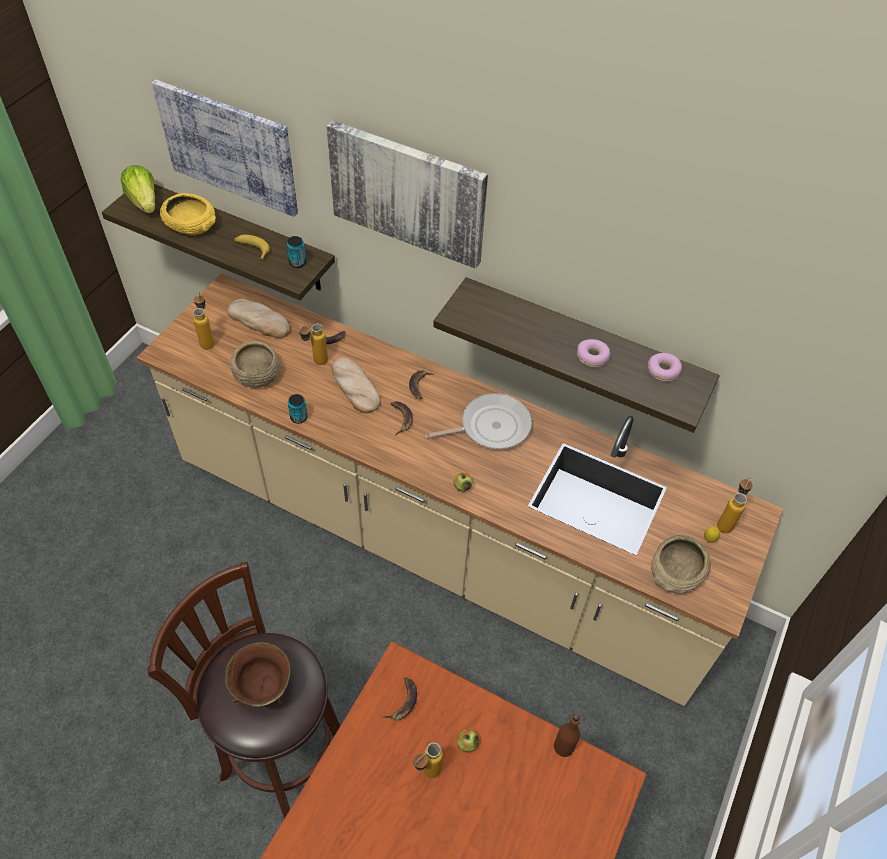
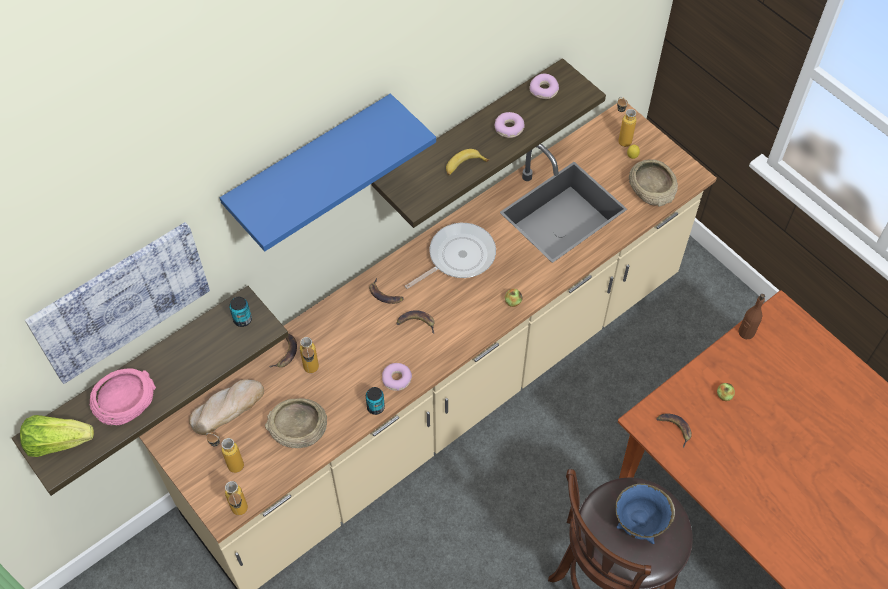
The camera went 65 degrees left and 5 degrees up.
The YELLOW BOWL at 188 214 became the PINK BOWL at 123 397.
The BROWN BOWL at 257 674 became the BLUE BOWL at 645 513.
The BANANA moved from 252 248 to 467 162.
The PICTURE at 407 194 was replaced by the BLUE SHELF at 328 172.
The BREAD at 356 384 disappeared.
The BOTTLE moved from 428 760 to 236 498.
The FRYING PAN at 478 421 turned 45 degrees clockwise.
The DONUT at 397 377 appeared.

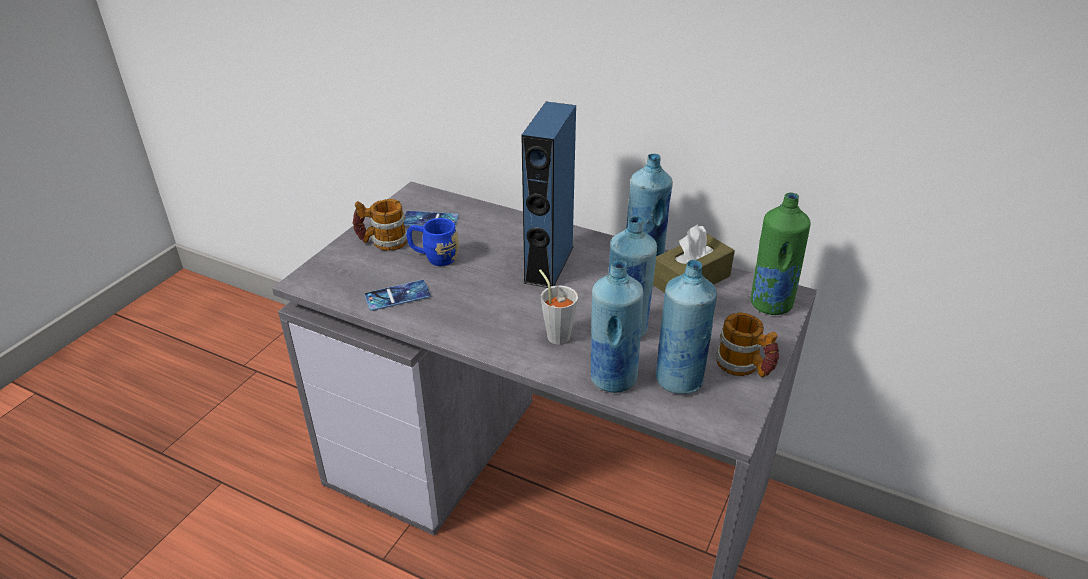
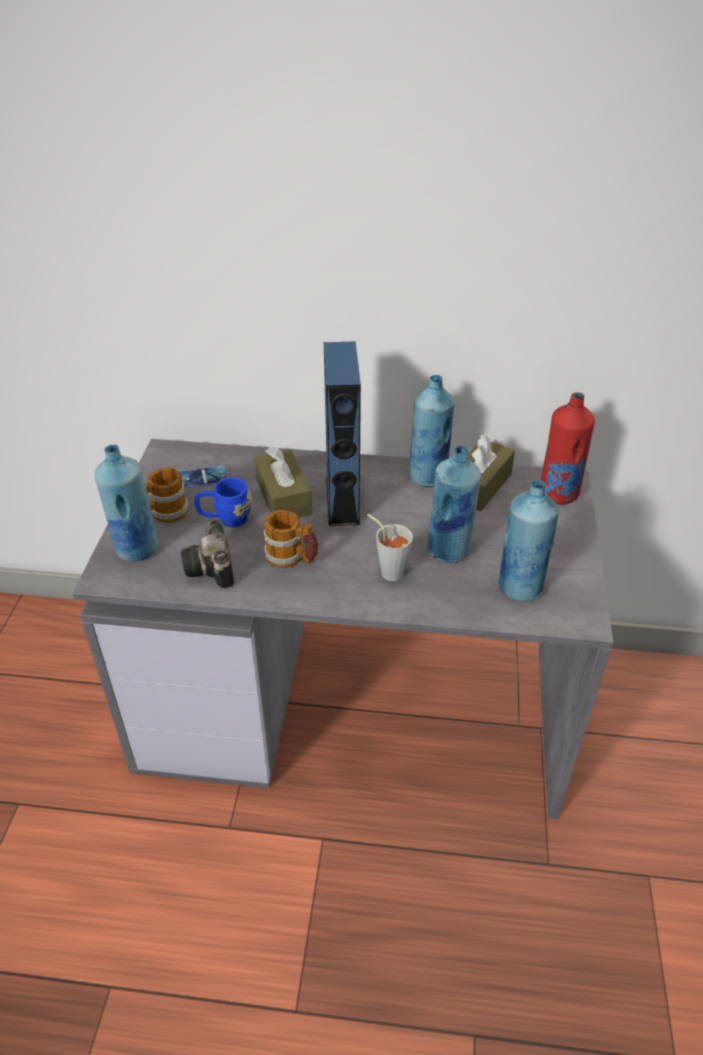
The camera went 20 degrees left and 5 degrees up.
The PHONE at 398 295 was replaced by the PHOTO CAMERA at 207 554.
The BLUE BOTTLE moved from 617 326 to 126 503.
The MUG moved from 747 345 to 291 539.
The GREEN BOTTLE at 781 254 became the RED BOTTLE at 568 448.
The BROWN TISSUE BOX at 283 482 appeared.

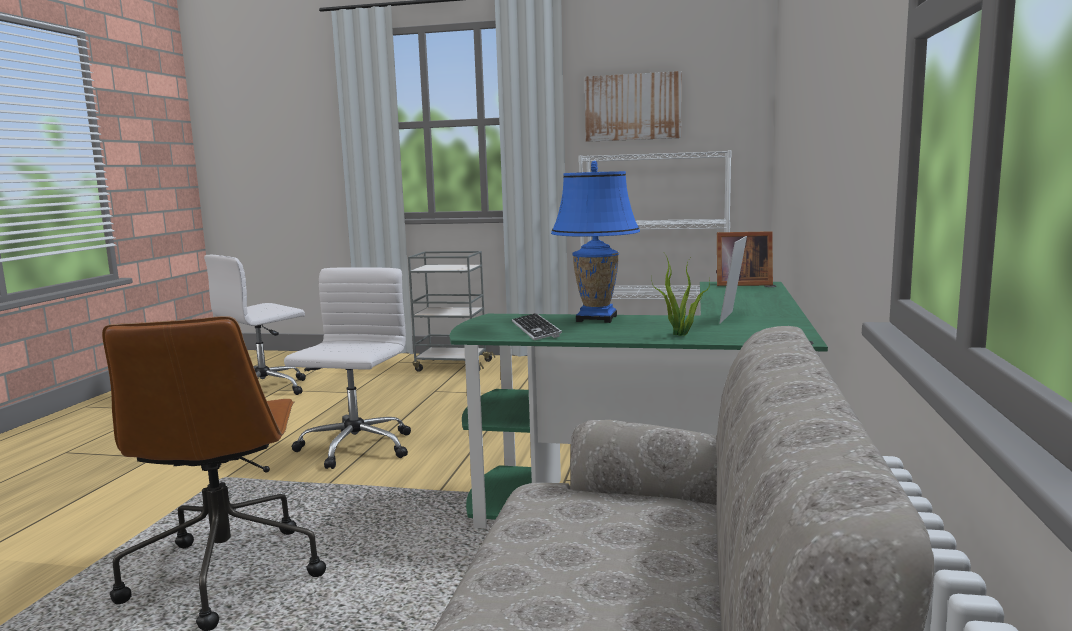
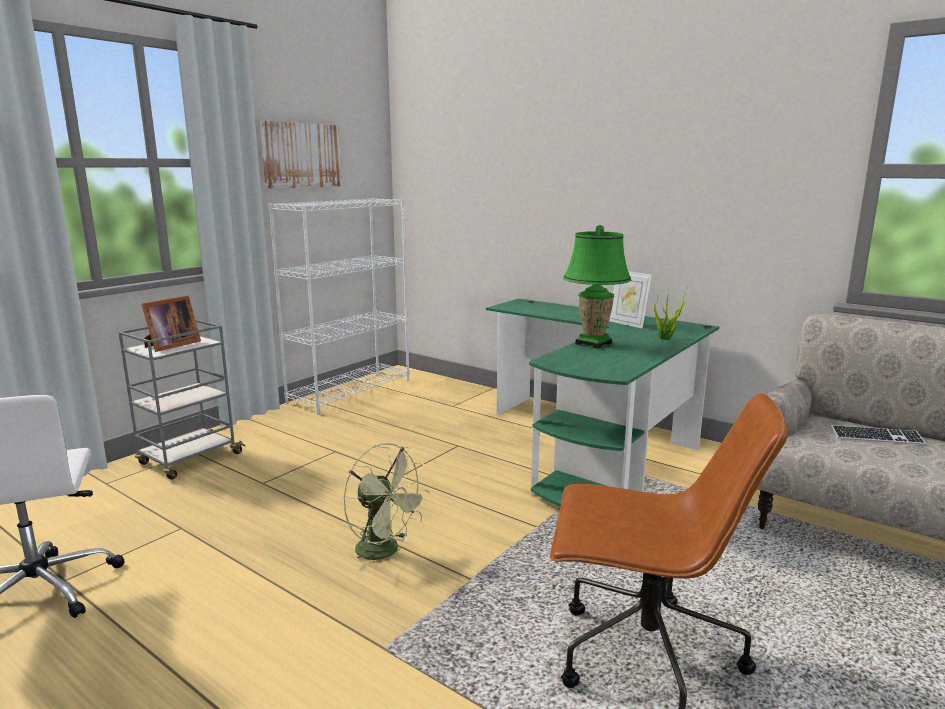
The camera went 65 degrees left and 5 degrees up.
The WHITE OFFICE CHAIR at 347 368 was replaced by the GREEN FAN at 386 507.
The KEYBOARD moved from 537 326 to 878 435.
The BLUE TABLE LAMP at 595 242 became the GREEN TABLE LAMP at 597 287.
The PICTURE FRAME moved from 744 258 to 171 324.

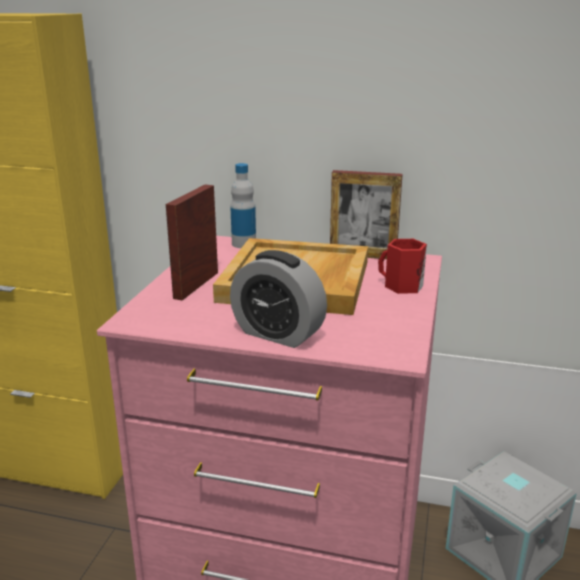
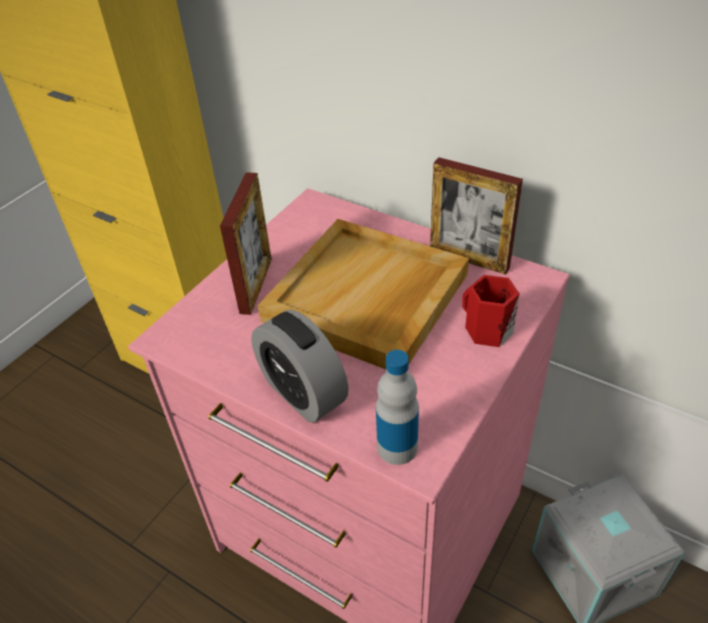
The camera went 20 degrees right and 20 degrees up.
The PICTURE FRAME at 192 242 turned 150 degrees clockwise.
The BOTTLE moved from 243 205 to 397 407.

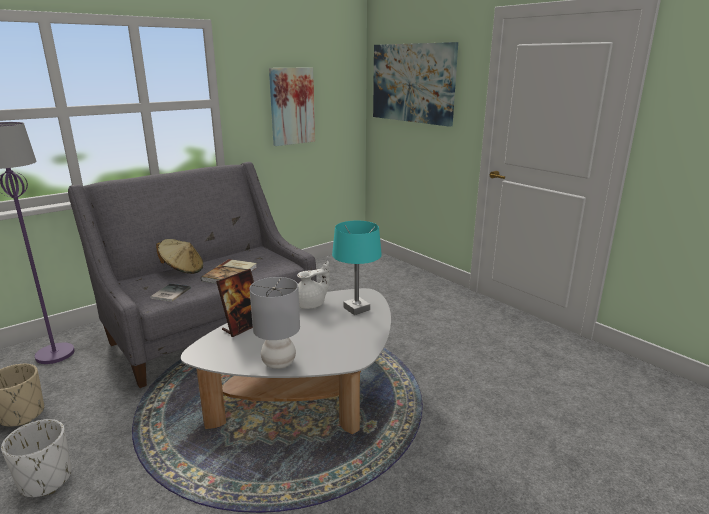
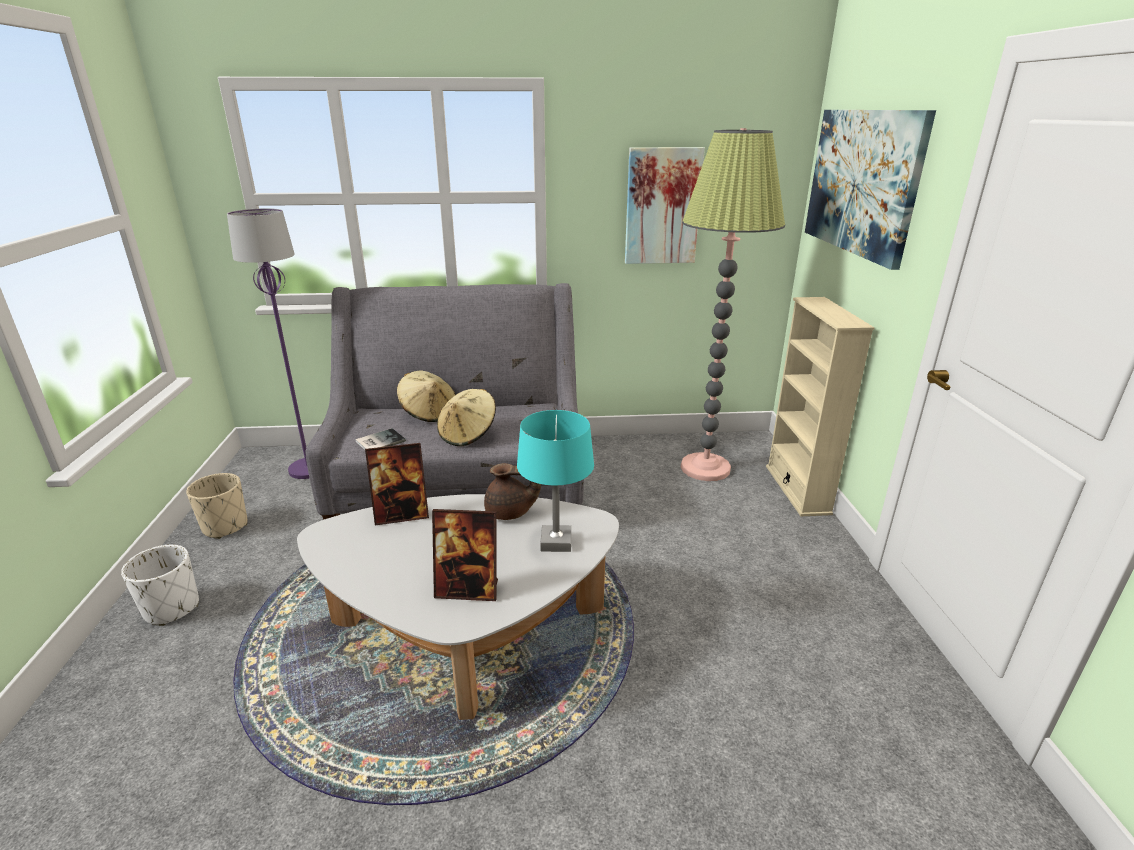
The camera went 35 degrees right and 5 degrees up.
The BOOK at 229 271 was replaced by the BEIGE HAT at 466 417.
The GREY TABLE LAMP at 274 323 disappeared.
The WHITE TEAPOT at 313 285 became the BROWN TEAPOT at 512 491.
The PICTURE FRAME at 465 555 appeared.
The FLOOR LAMP at 733 304 appeared.
The BEIGE BOOKCASE at 820 406 appeared.

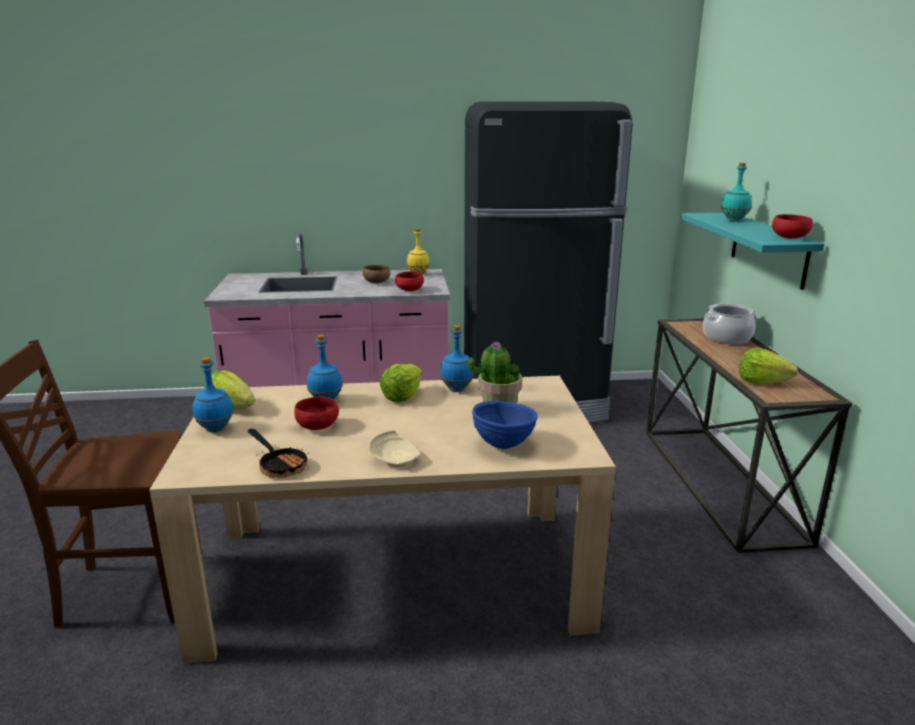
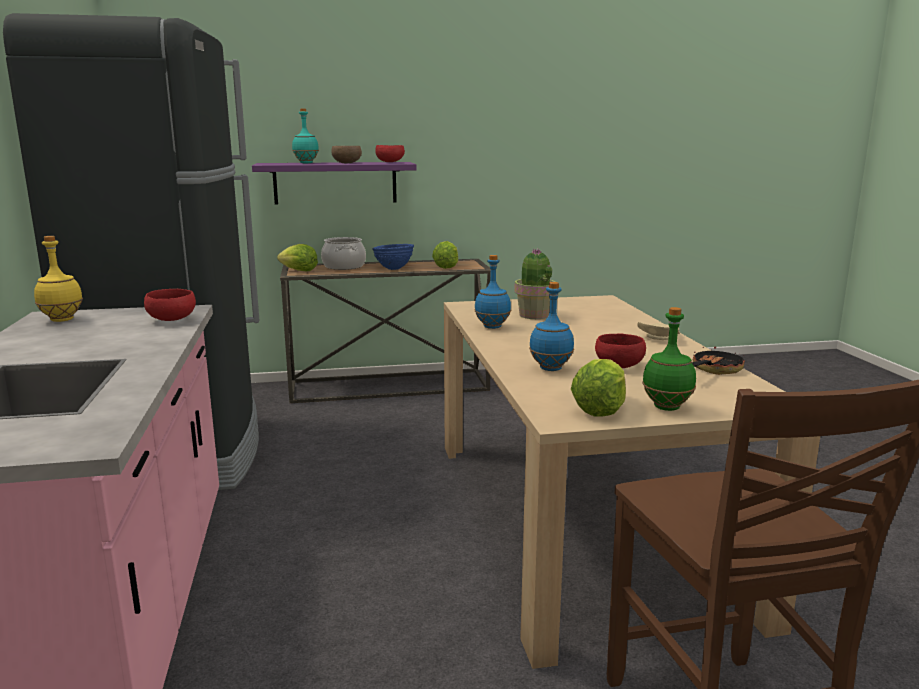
The camera went 95 degrees left and 5 degrees down.
The BLUE BOTTLE at 213 395 became the GREEN BOTTLE at 669 359.
The BROWN BOWL moved from 376 274 to 346 155.
The LETTUCE moved from 401 383 to 297 258.
The BLUE BOWL moved from 505 425 to 393 257.
The TURQUOISE SHELF at 752 251 became the PURPLE SHELF at 334 183.

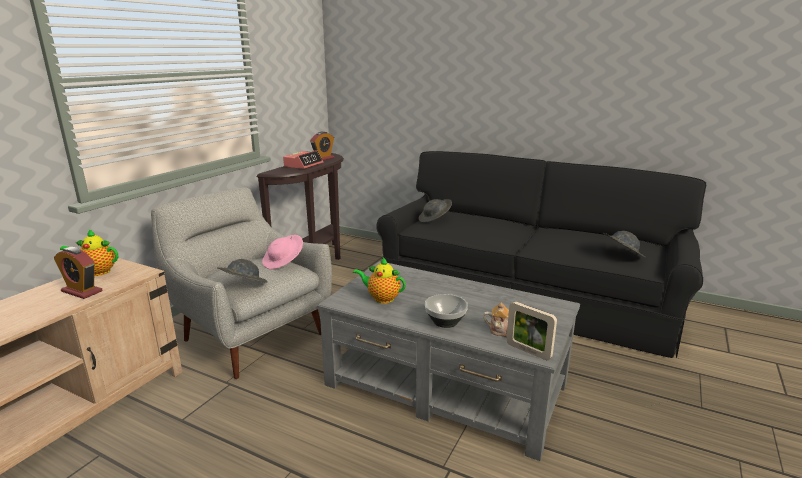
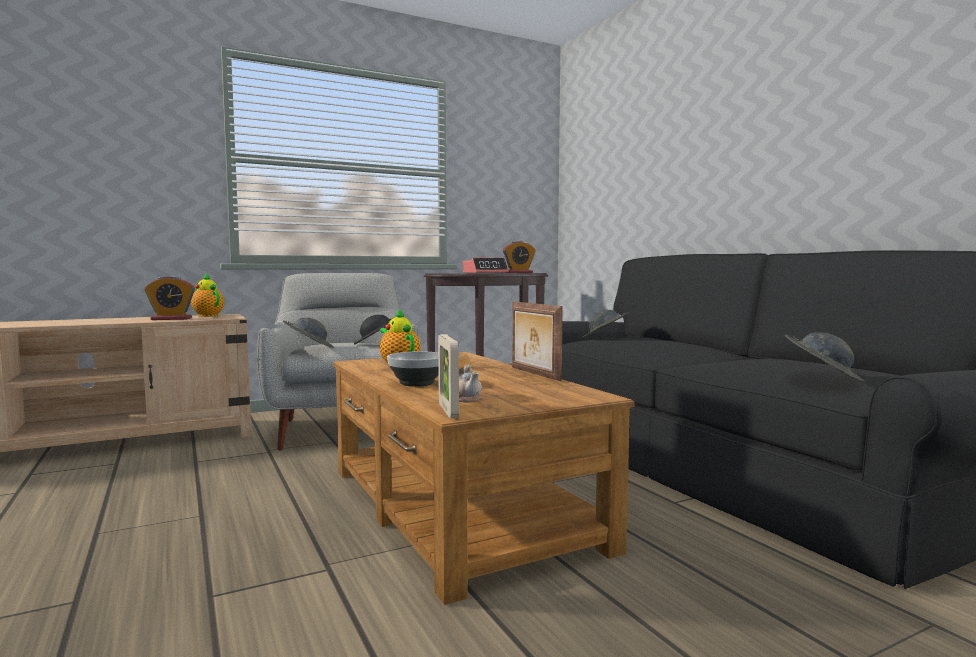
The camera went 35 degrees right and 15 degrees down.
The ALARM CLOCK at 78 273 turned 75 degrees counterclockwise.
The PINK HAT at 282 252 became the BLACK HAT at 374 330.
The GREY COFFEE TABLE at 448 361 became the BROWN COFFEE TABLE at 484 478.
The PICTURE FRAME at 537 341 appeared.

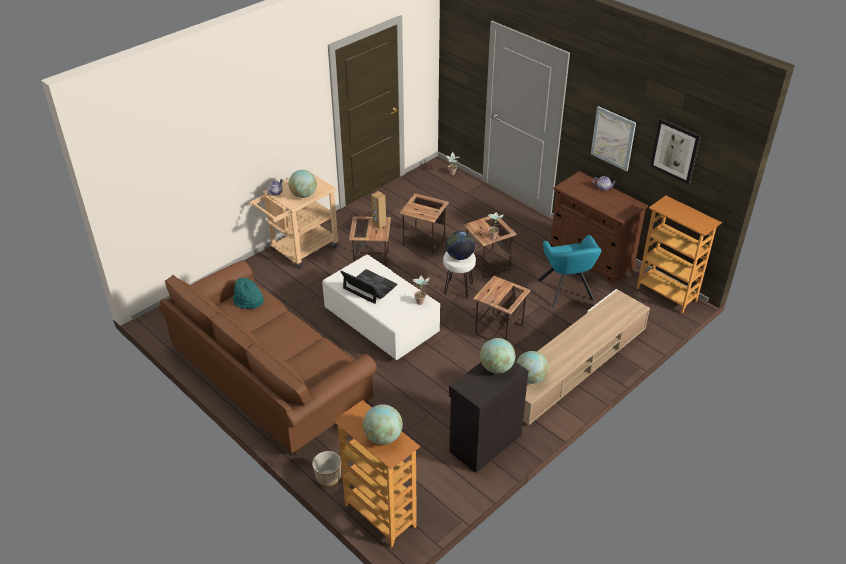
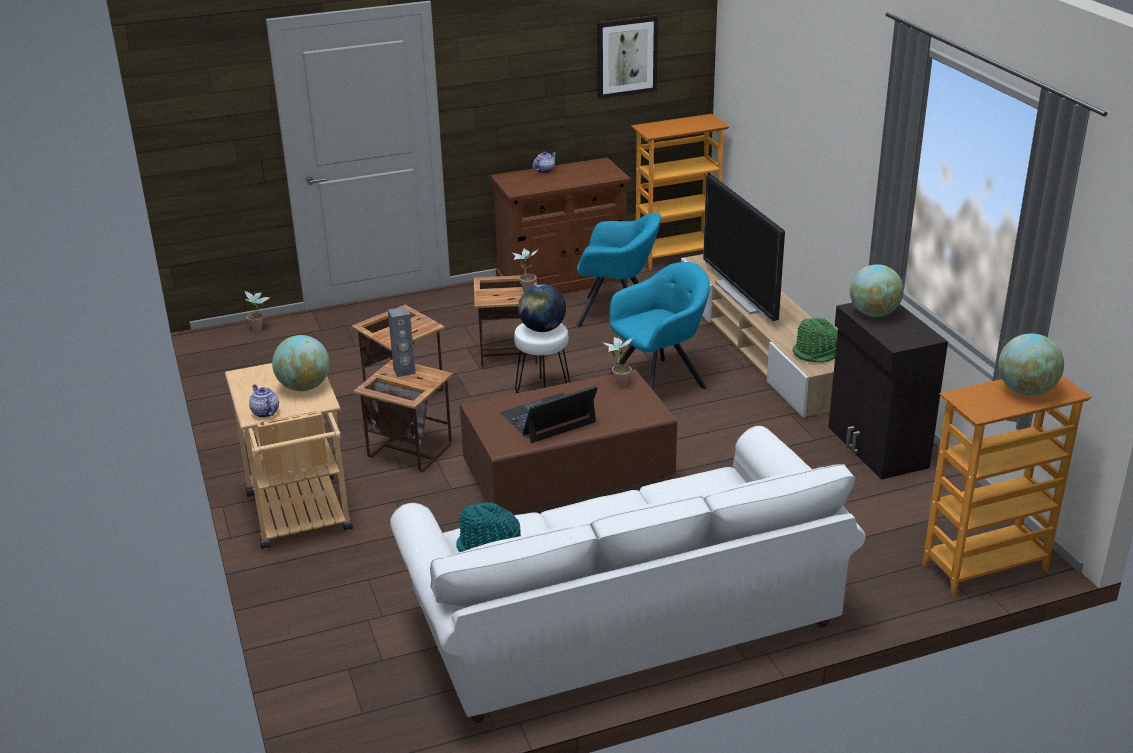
The camera went 65 degrees left and 10 degrees down.
The BROWN SOFA at 268 357 became the WHITE SOFA at 628 574.
The PLANTER at 326 468 disappeared.
The WHITE COFFEE TABLE at 381 307 became the BROWN COFFEE TABLE at 568 440.
The BROWN SPEAKER at 378 210 became the GREY SPEAKER at 402 342.
The SIDE TABLE at 501 308 was replaced by the TURQUOISE ARMCHAIR at 659 326.
The GLOBE at 533 367 was replaced by the GREEN HAT at 815 340.
The PICTURE at 613 138 disappeared.
The TELEVISION at 744 249 appeared.

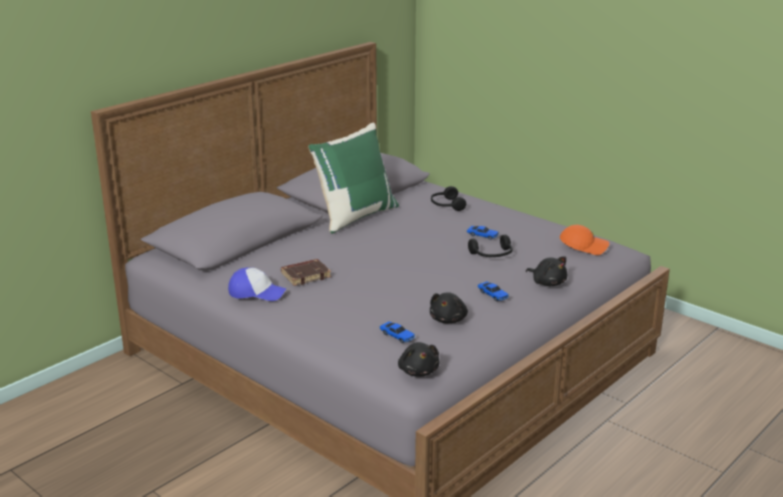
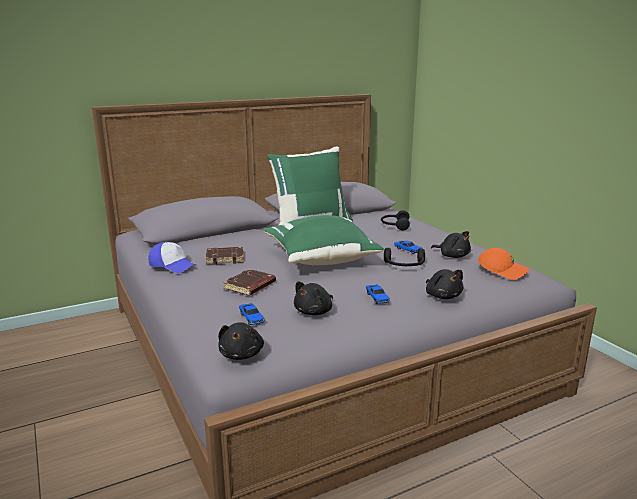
The camera went 20 degrees right and 5 degrees down.
The BROWN BOOK at 249 282 appeared.
The GREEN PILLOW at 324 240 appeared.
The BLACK PLUSH TOY at 451 244 appeared.

